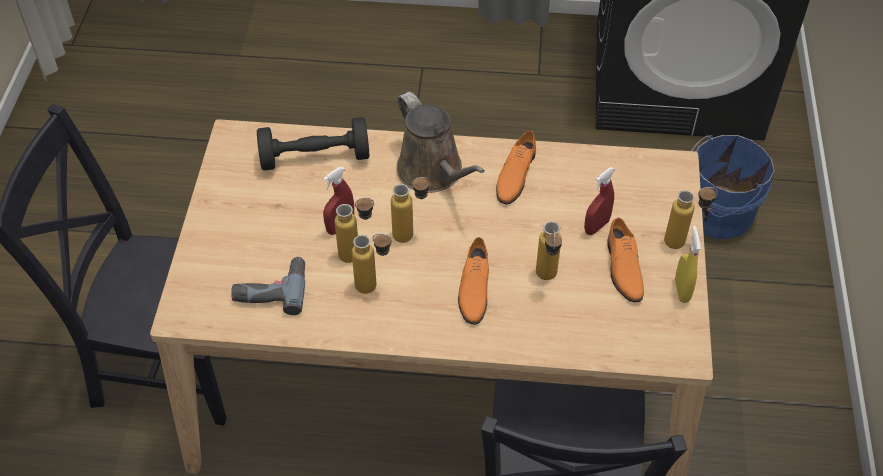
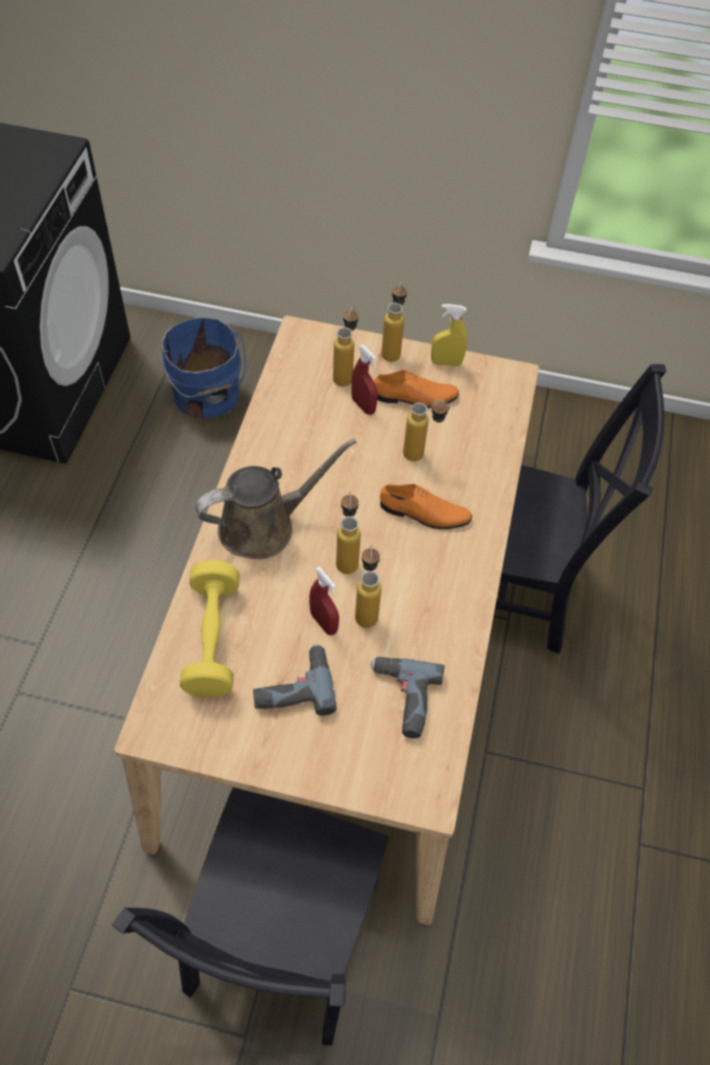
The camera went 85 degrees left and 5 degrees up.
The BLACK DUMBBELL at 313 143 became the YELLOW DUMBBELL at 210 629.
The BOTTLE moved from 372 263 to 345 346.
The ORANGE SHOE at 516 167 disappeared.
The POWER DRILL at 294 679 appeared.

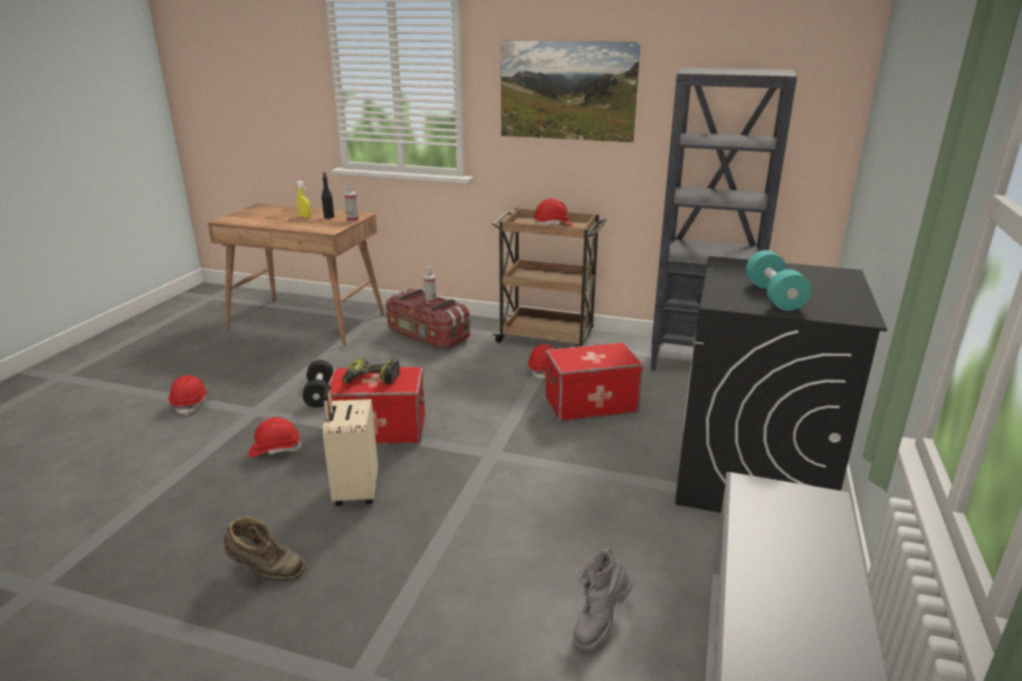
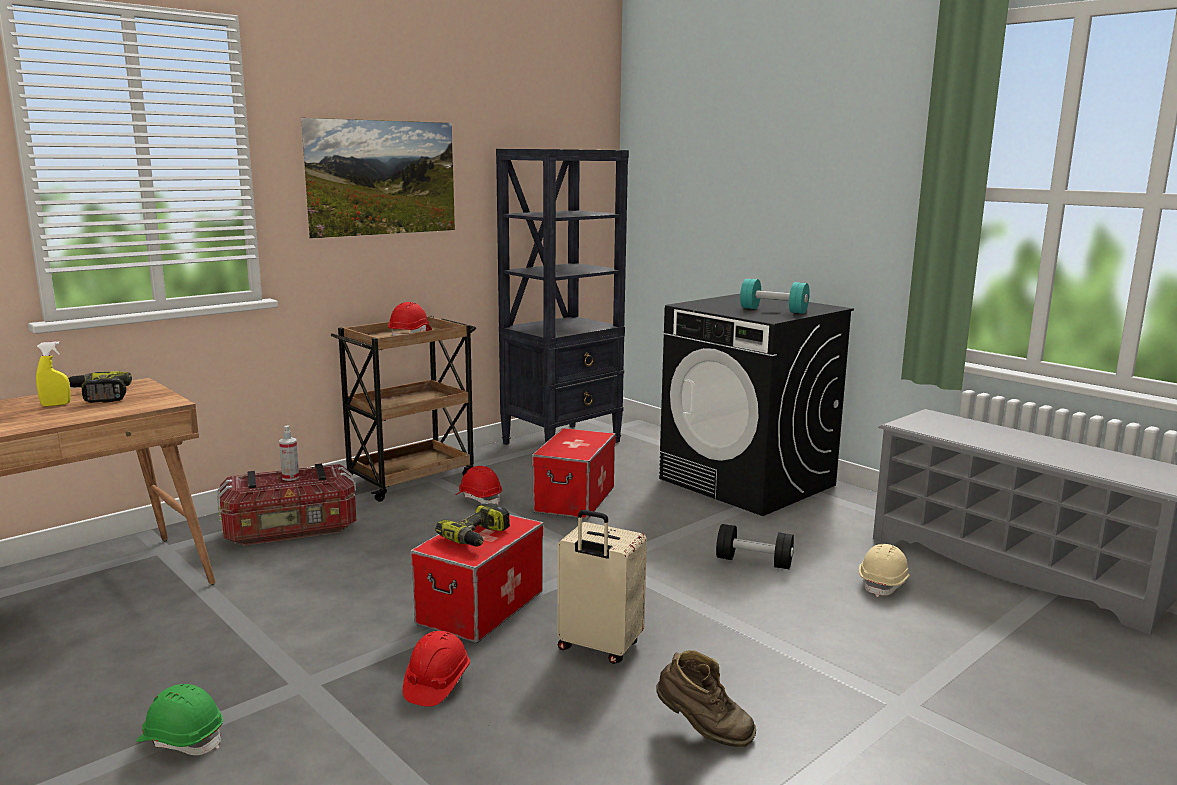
The camera went 60 degrees left and 10 degrees down.
The RED HARD HAT at 189 395 became the GREEN HARD HAT at 179 719.
The BROWN BOOT at 265 548 turned 75 degrees clockwise.
The BLACK DUMBBELL moved from 318 384 to 755 546.
The BLACK BOTTLE at 328 196 was replaced by the POWER DRILL at 100 387.
The SPRAY BOTTLE at 352 202 disappeared.
The GREY BOOT at 603 600 was replaced by the BEIGE HARD HAT at 885 570.

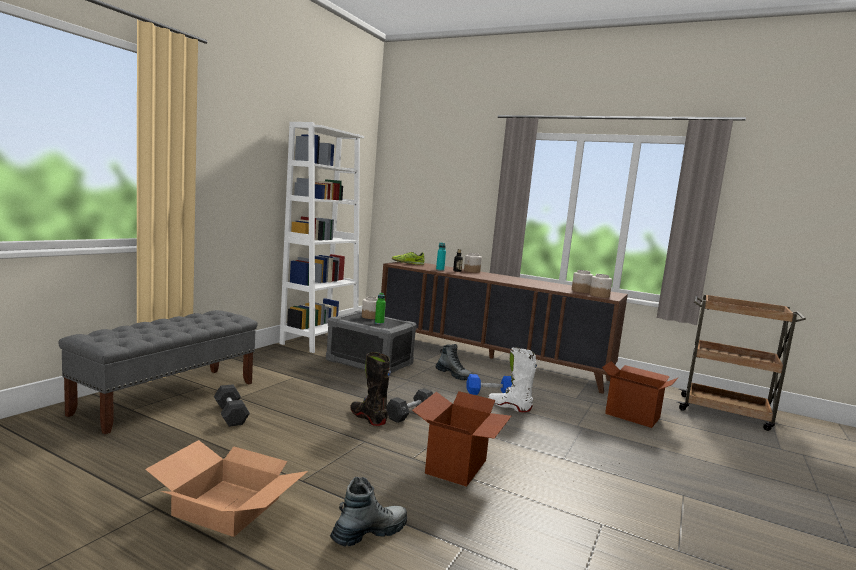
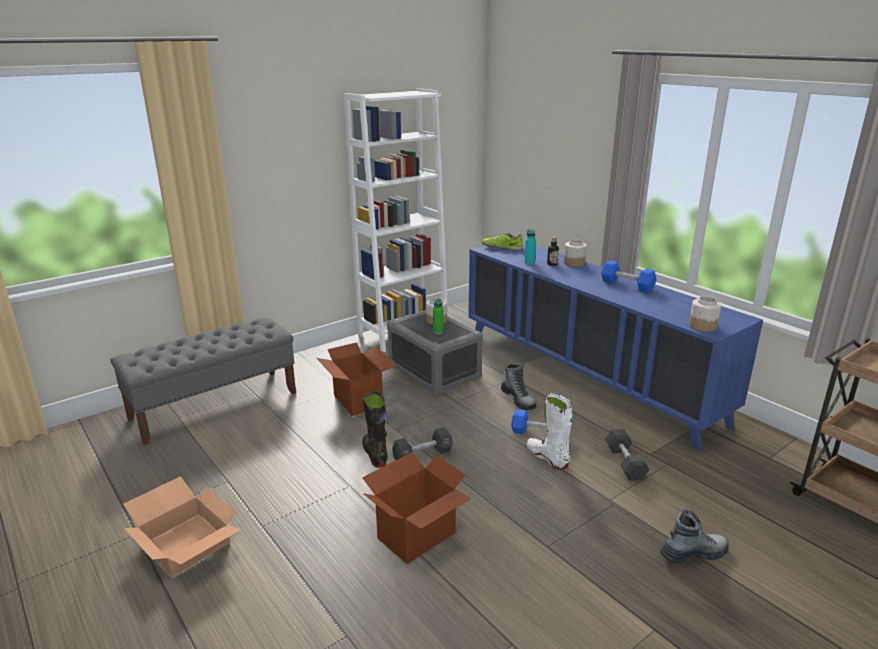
The camera went 25 degrees right and 15 degrees up.
The BLACK DUMBBELL moved from 232 405 to 627 455.
The BOOT moved from 368 512 to 694 536.
The BROWN CABINET at 504 328 became the BLUE CABINET at 615 346.
The JAR at 582 281 disappeared.
The CARDBOARD BOX moved from 640 394 to 357 379.
The BLUE DUMBBELL at 628 276 appeared.

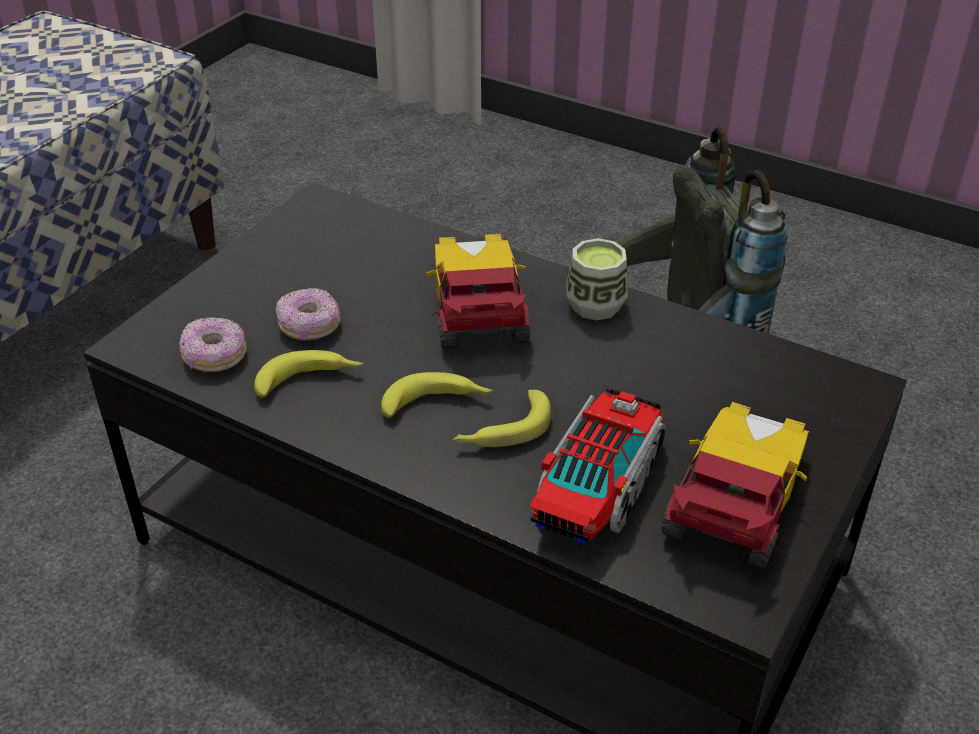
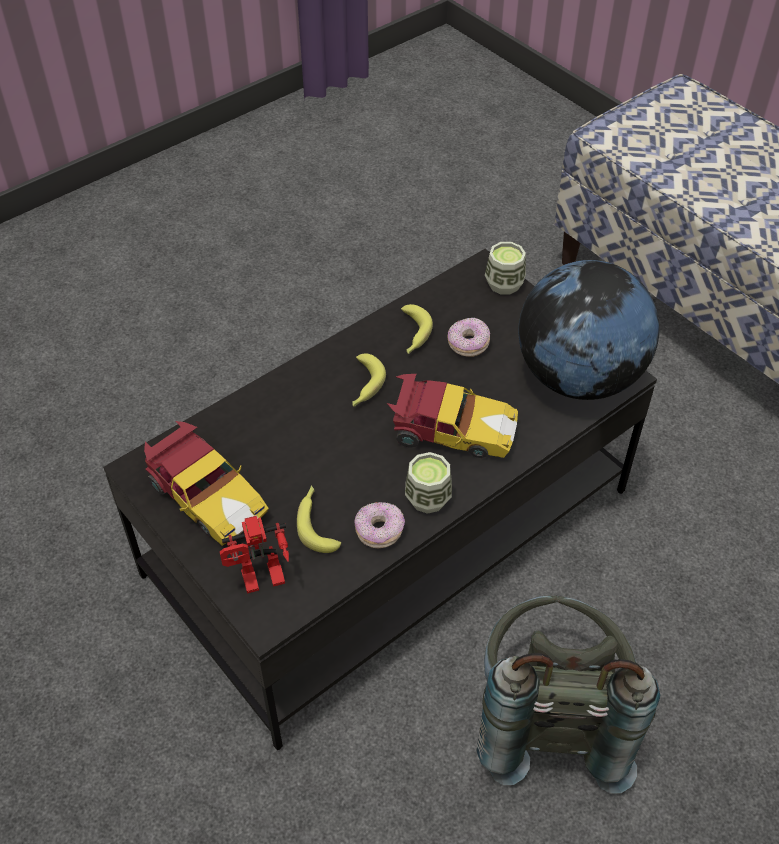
The camera went 110 degrees right and 10 degrees up.
The DONUT moved from 213 344 to 380 525.
The BANANA moved from 502 418 to 319 519.
The TOY TRUCK at 597 466 disappeared.
The TOY ROBOT at 254 554 appeared.
The CUP at 505 268 appeared.
The GLOBE at 589 330 appeared.

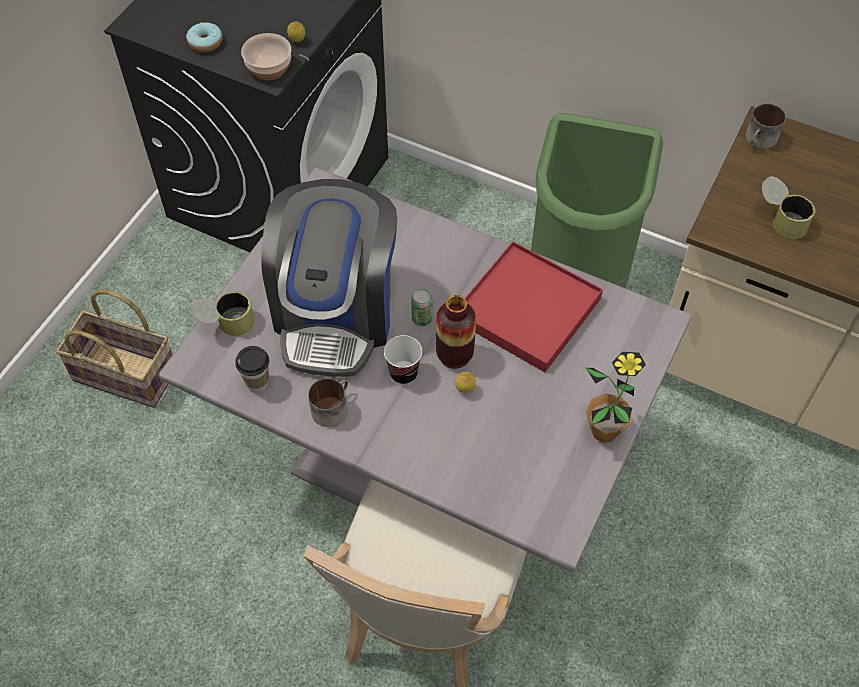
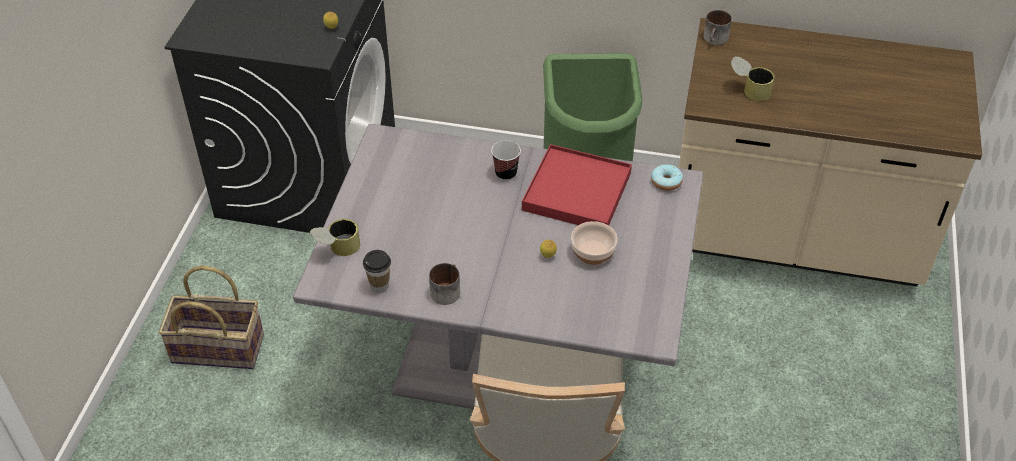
The camera went 15 degrees left and 10 degrees down.
The DONUT moved from 204 37 to 667 177.
The BOWL moved from 266 56 to 594 243.
The COFFEE MACHINE at 329 278 disappeared.
The CUP moved from 403 360 to 506 160.
The CAN at 422 307 disappeared.
The VASE at 456 332 disappeared.
The POTTED PLANT at 616 397 disappeared.

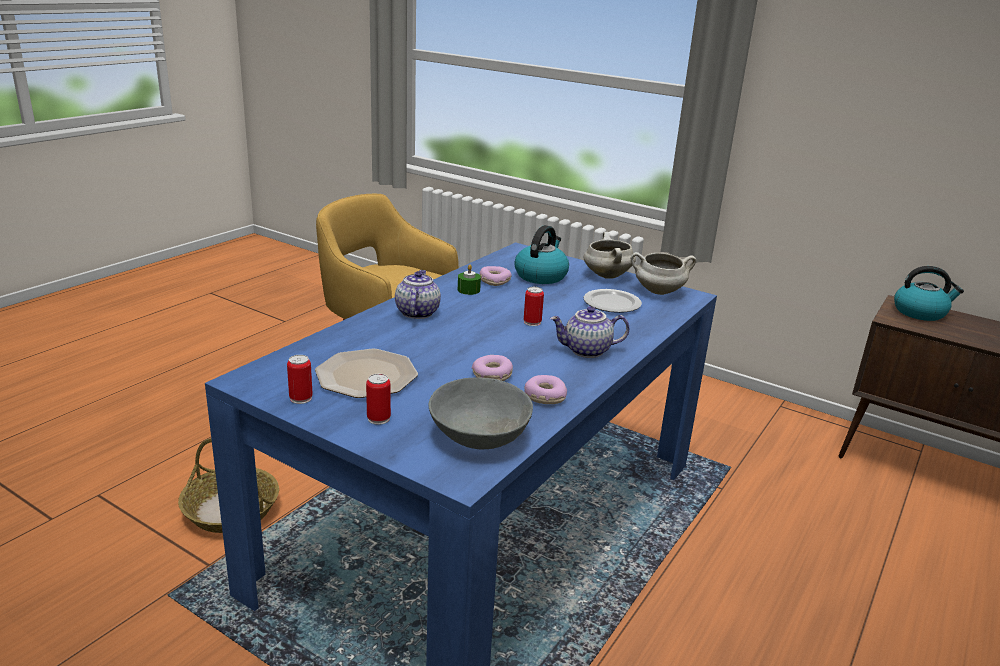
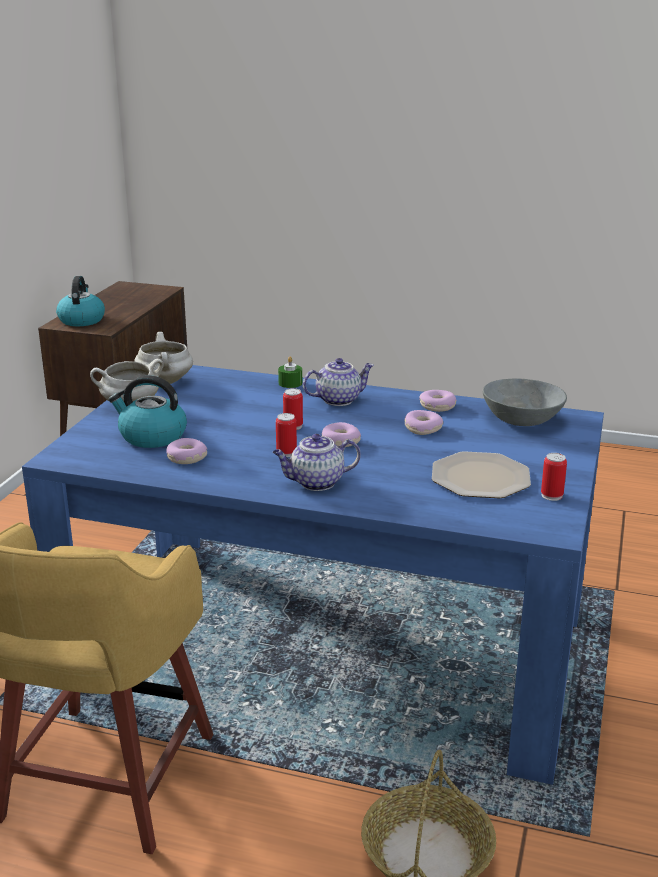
The camera went 105 degrees left and 0 degrees up.
The CAN moved from 378 399 to 286 435.
The GREEN CANDLE moved from 469 280 to 290 372.
The TEAPOT at 589 332 turned 90 degrees counterclockwise.
The PLATE at 613 301 disappeared.
The DONUT at 341 434 appeared.

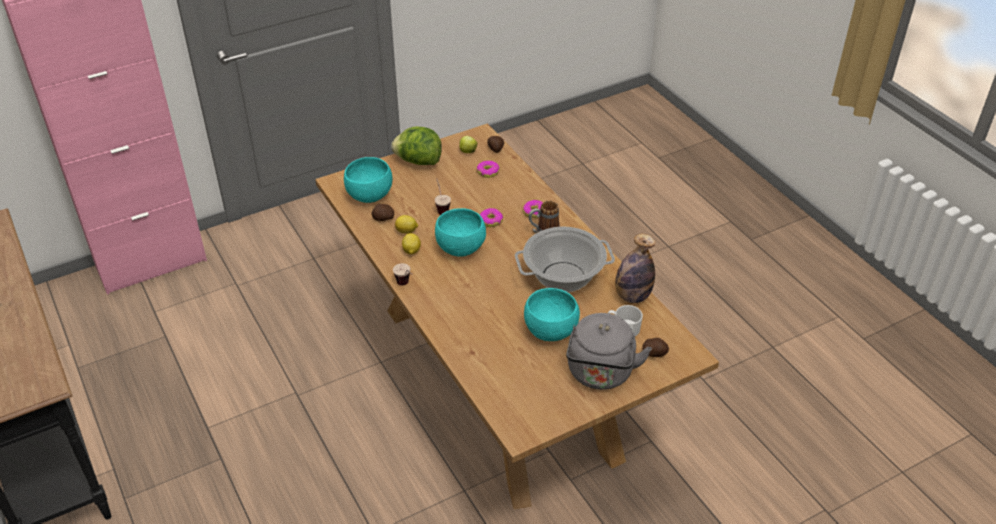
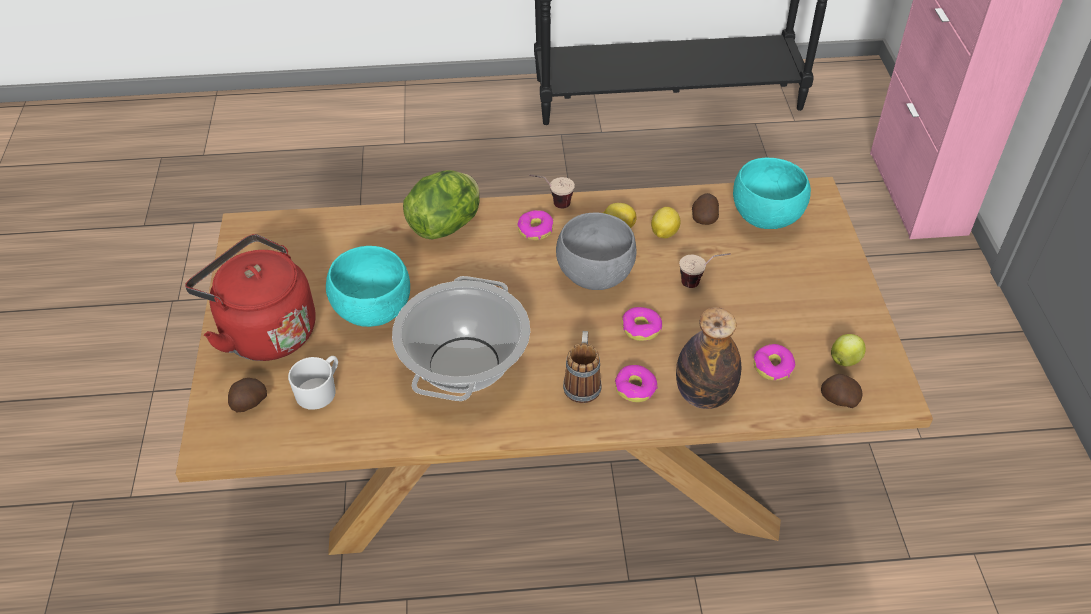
The camera went 115 degrees right and 5 degrees up.
The LETTUCE moved from 416 145 to 441 204.
The TURQUOISE BOWL at 460 232 became the GREY BOWL at 596 251.
The GREY KETTLE at 609 351 became the RED KETTLE at 250 297.
The BOTTLE moved from 635 268 to 708 358.
The DONUT at 535 225 appeared.

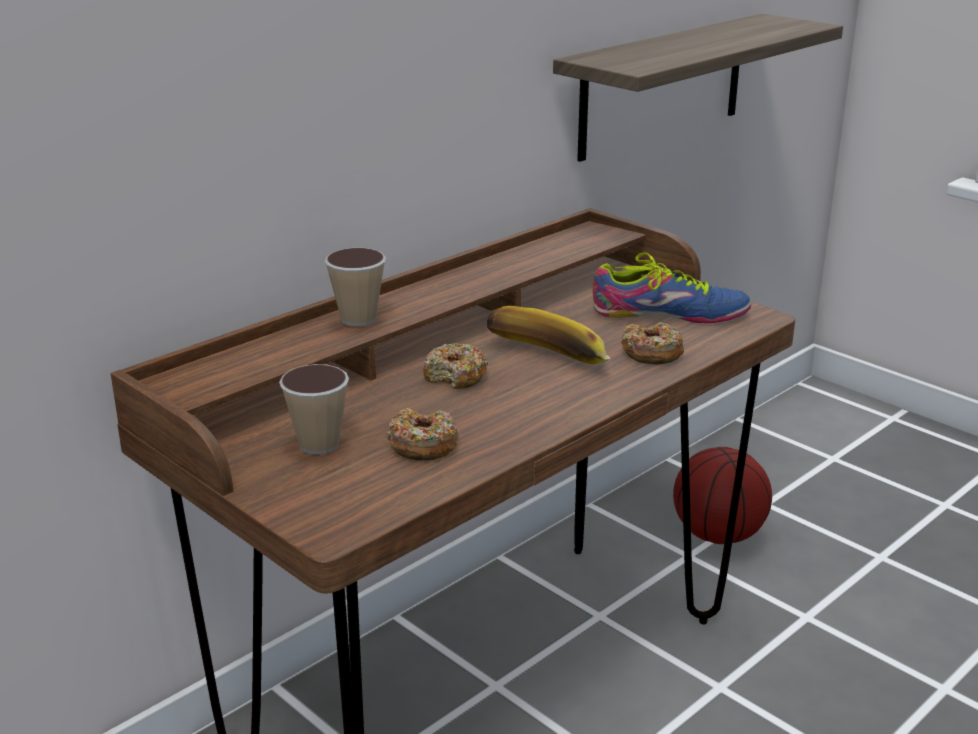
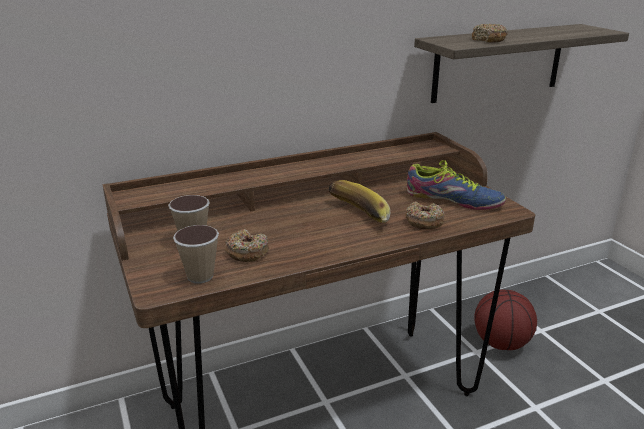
The camera went 20 degrees right and 0 degrees up.
The CUP moved from 355 287 to 196 254.
The DONUT moved from 456 366 to 490 33.

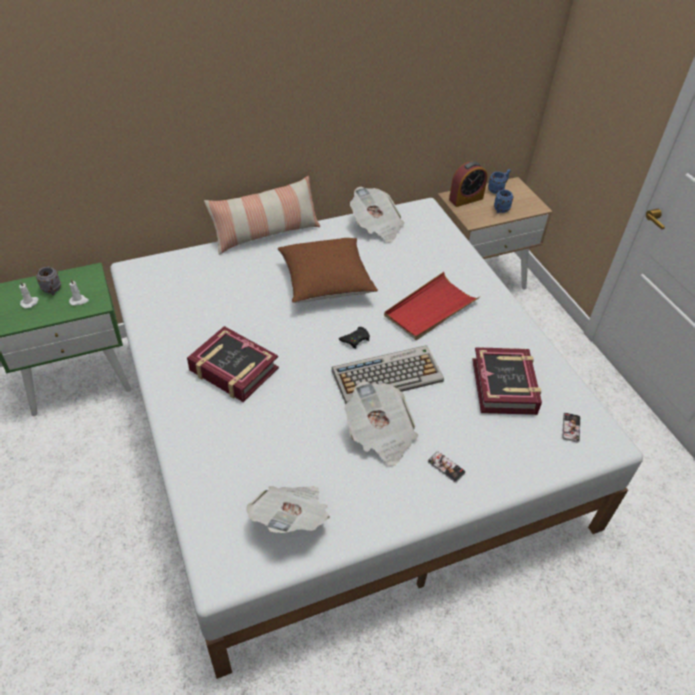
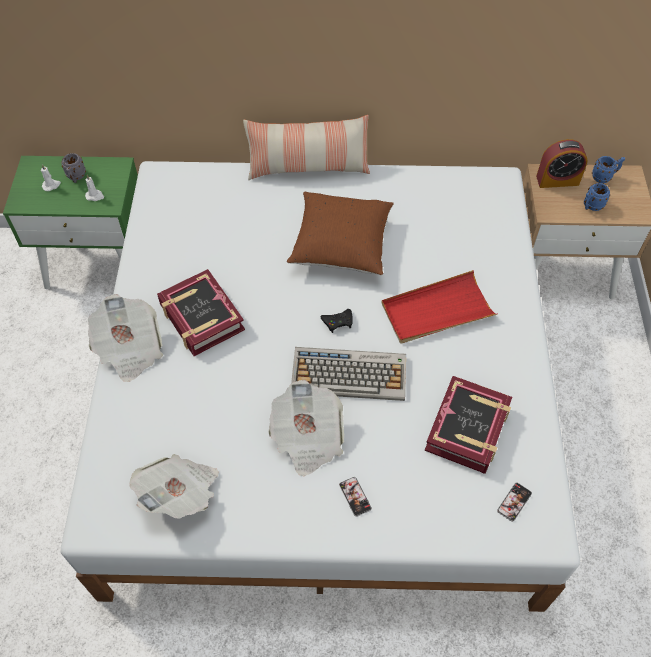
The camera went 25 degrees right and 10 degrees up.
The NEWSPAPER moved from 377 214 to 125 338.

